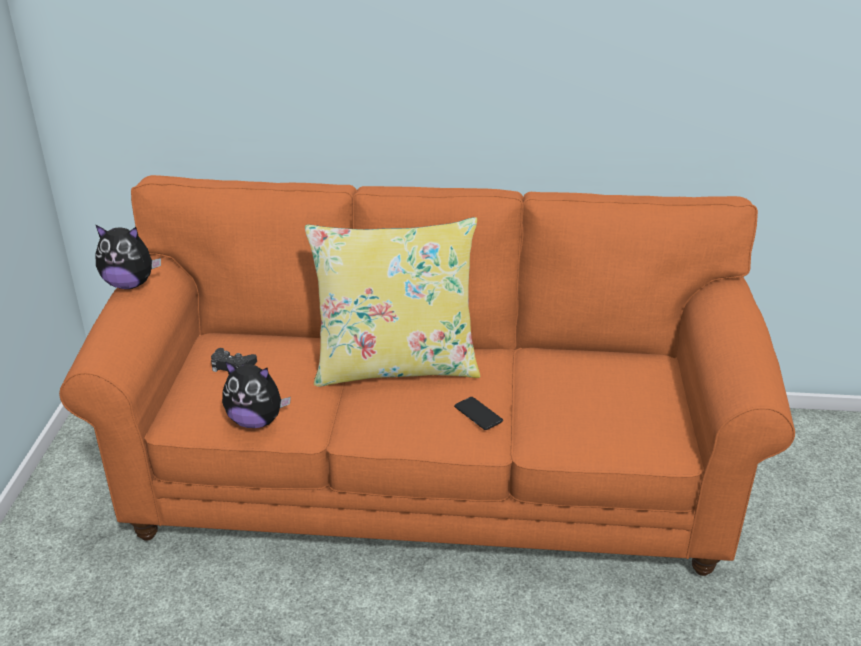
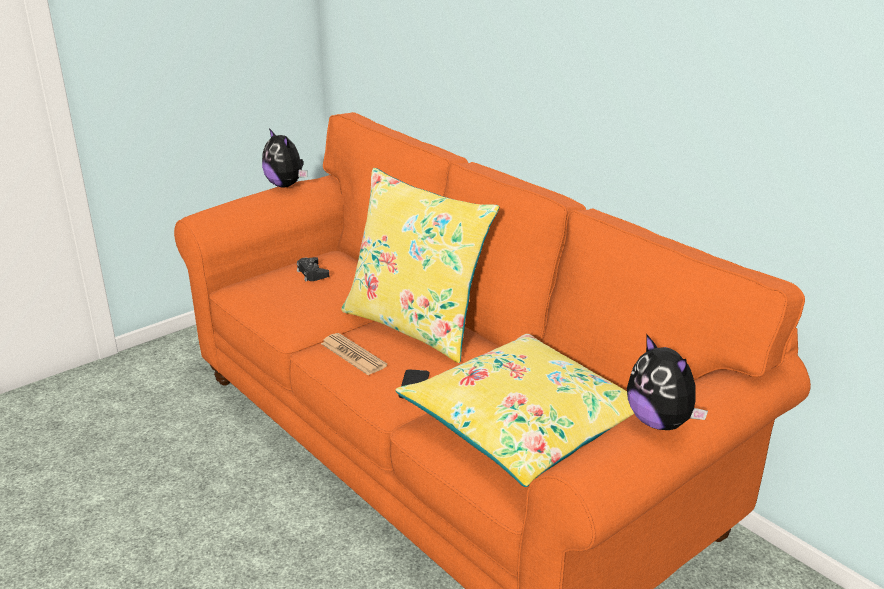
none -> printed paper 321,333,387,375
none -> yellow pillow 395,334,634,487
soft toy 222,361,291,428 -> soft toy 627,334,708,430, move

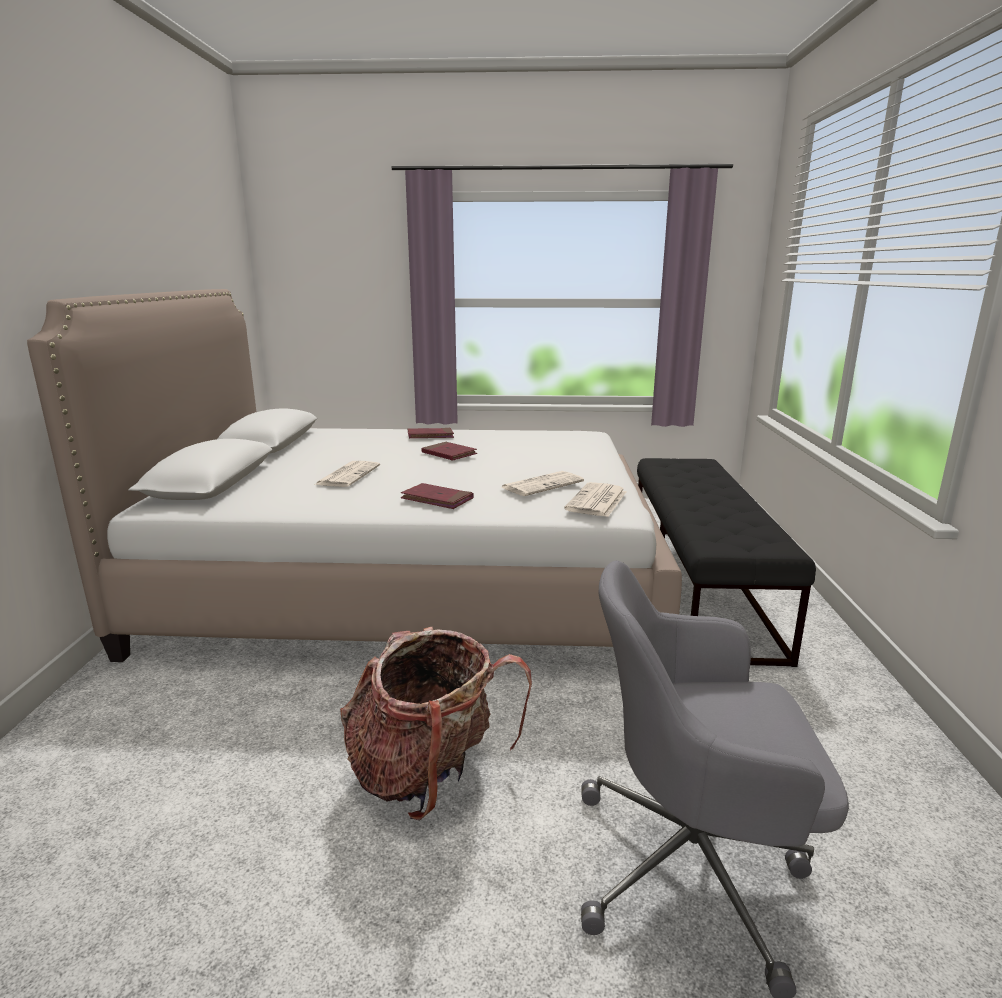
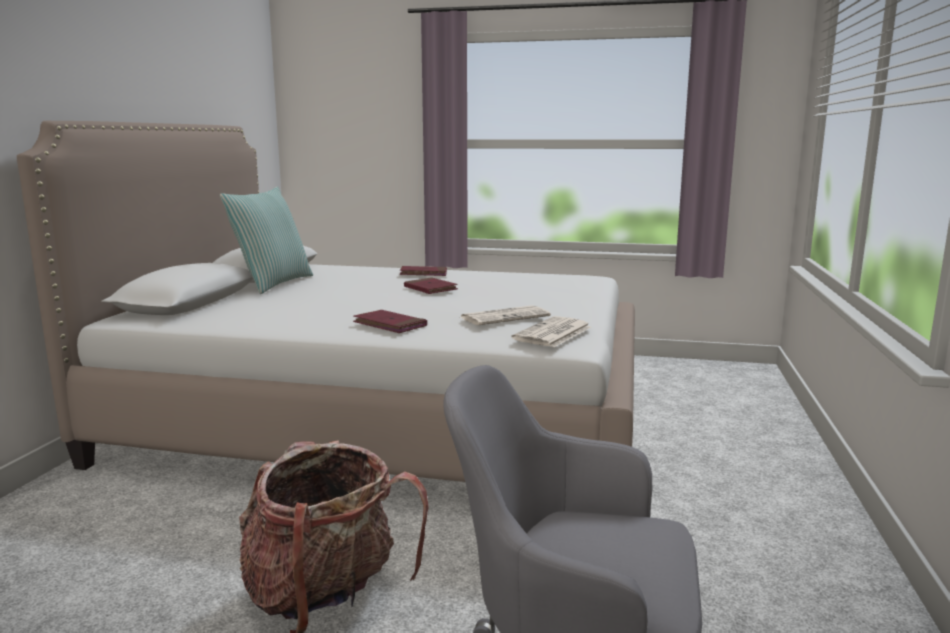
none -> pillow 220,187,313,294
printed paper 314,461,380,487 -> none
blackish bench 637,458,816,667 -> none

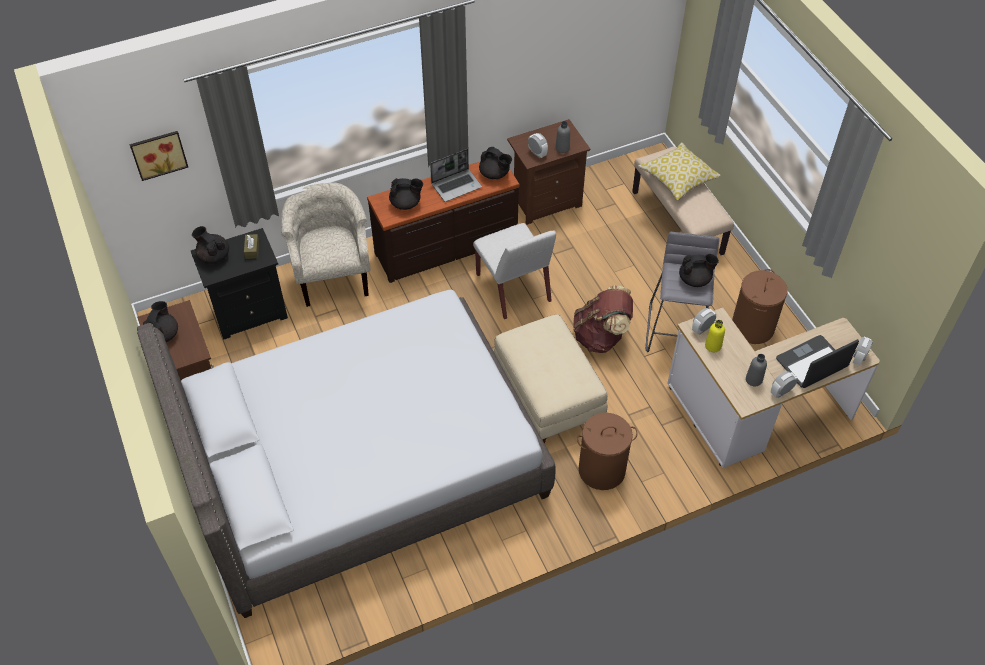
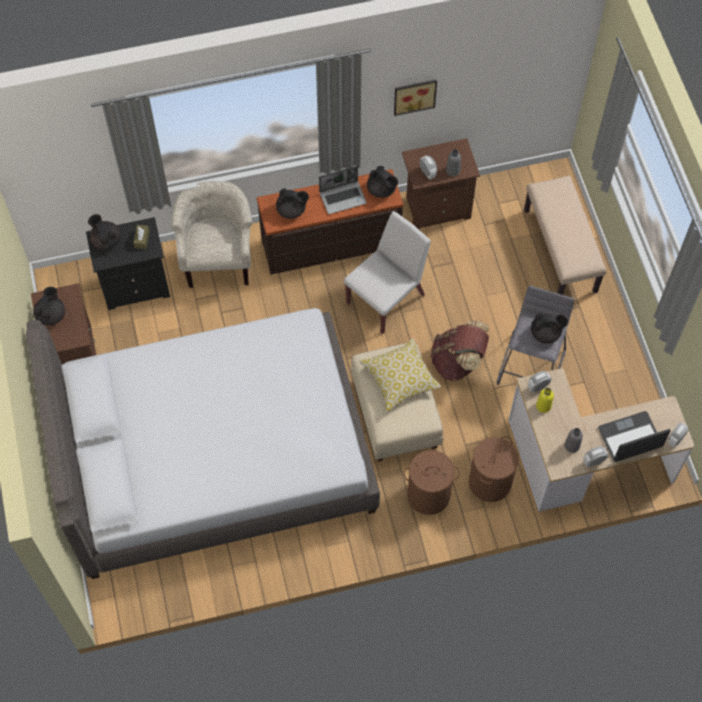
white upright chair 473,223,556,319 -> white upright chair 344,211,431,334, 120 degrees counterclockwise
pillow 638,142,721,201 -> pillow 359,338,441,411, move
wall art 129,131,188,181 -> wall art 394,80,437,116, move
brown laundry basket 732,269,788,344 -> brown laundry basket 469,436,518,502, move

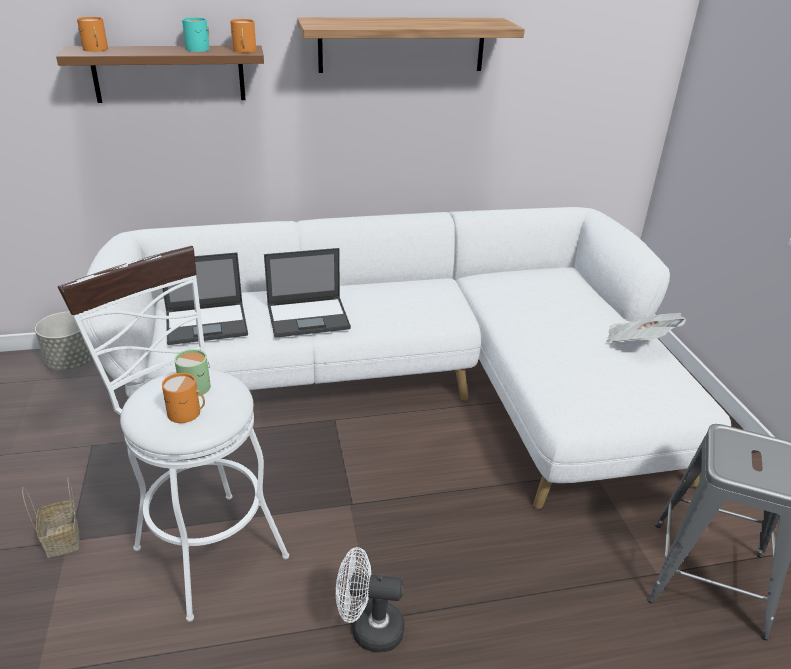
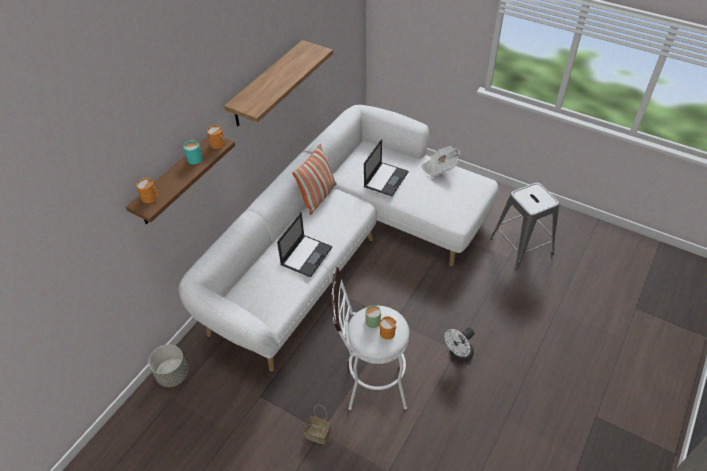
none -> pillow 292,144,337,215
laptop 162,252,248,345 -> laptop 364,139,409,196, move

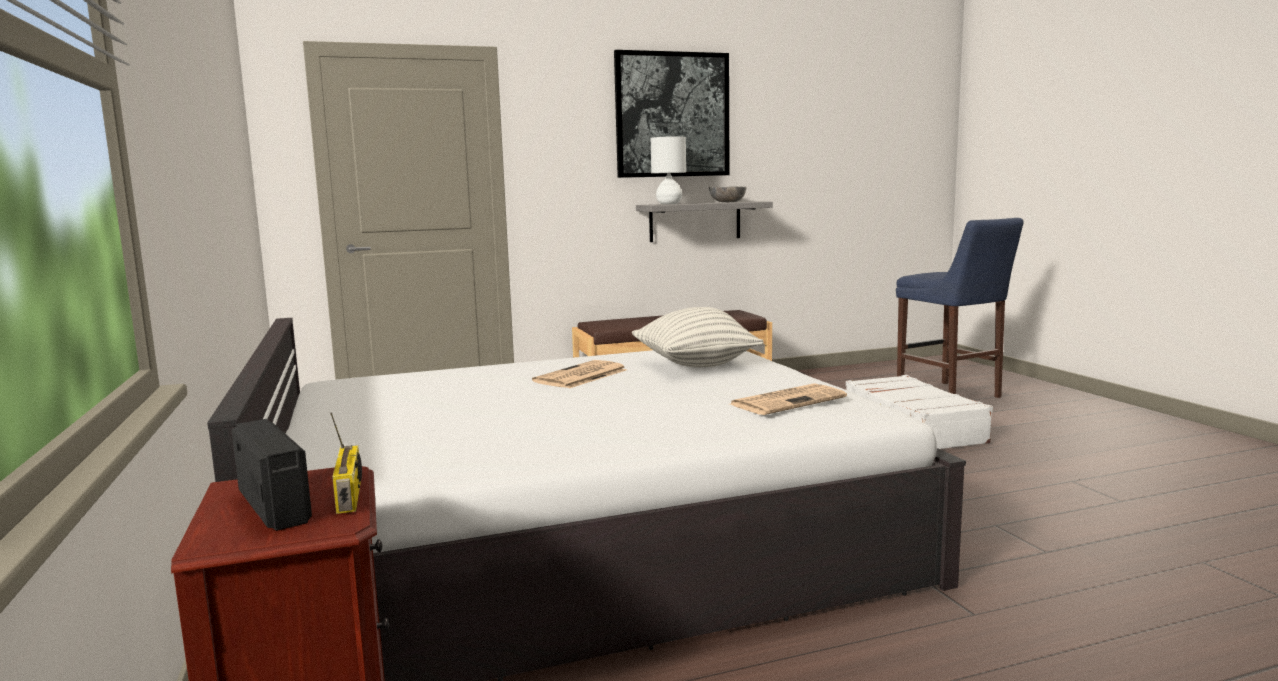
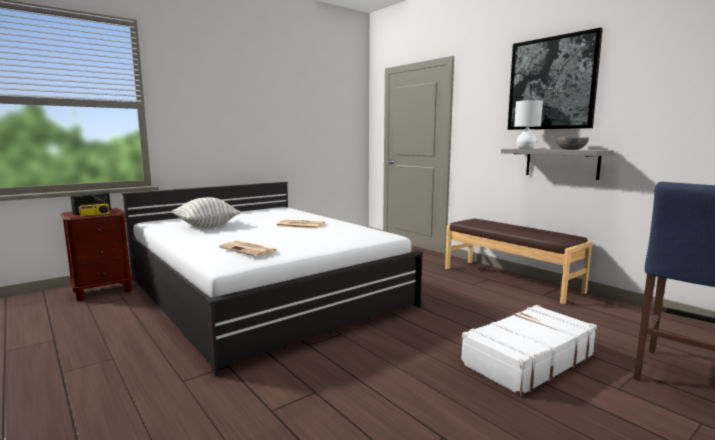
pillow 632,307,764,367 -> pillow 172,197,240,228, move

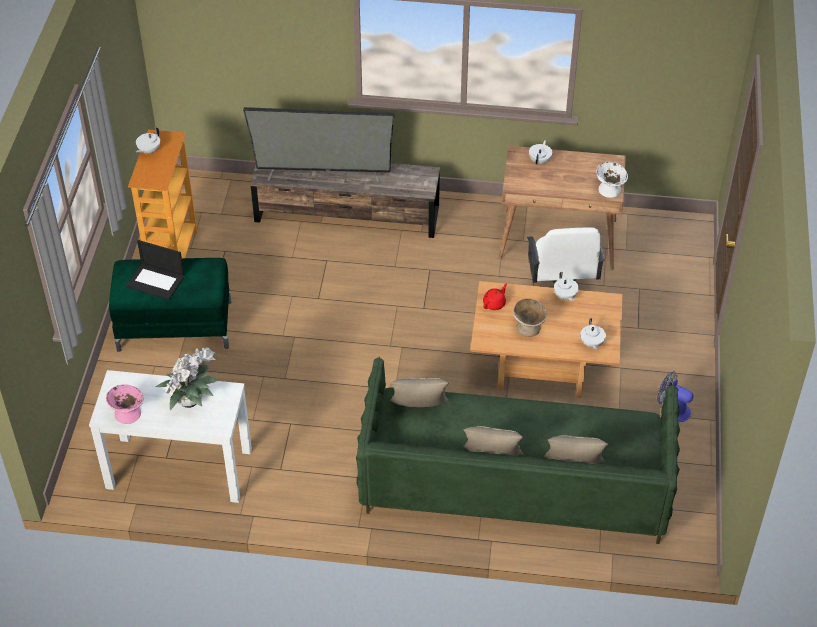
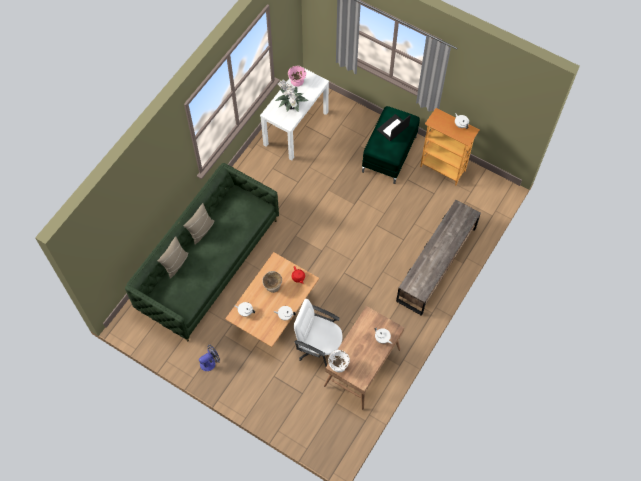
TV 243,107,394,184 -> none
beige pillow 390,378,449,407 -> none

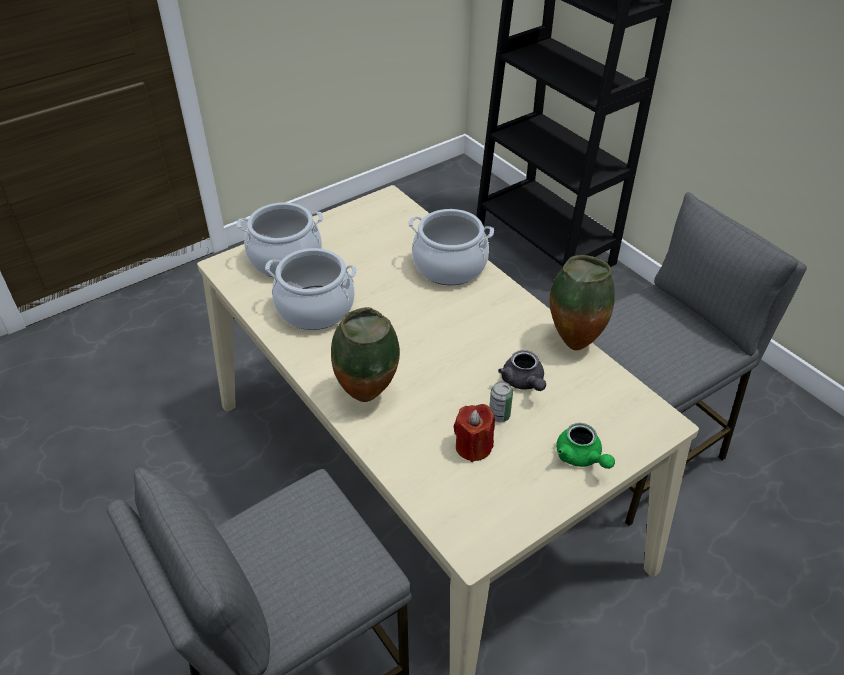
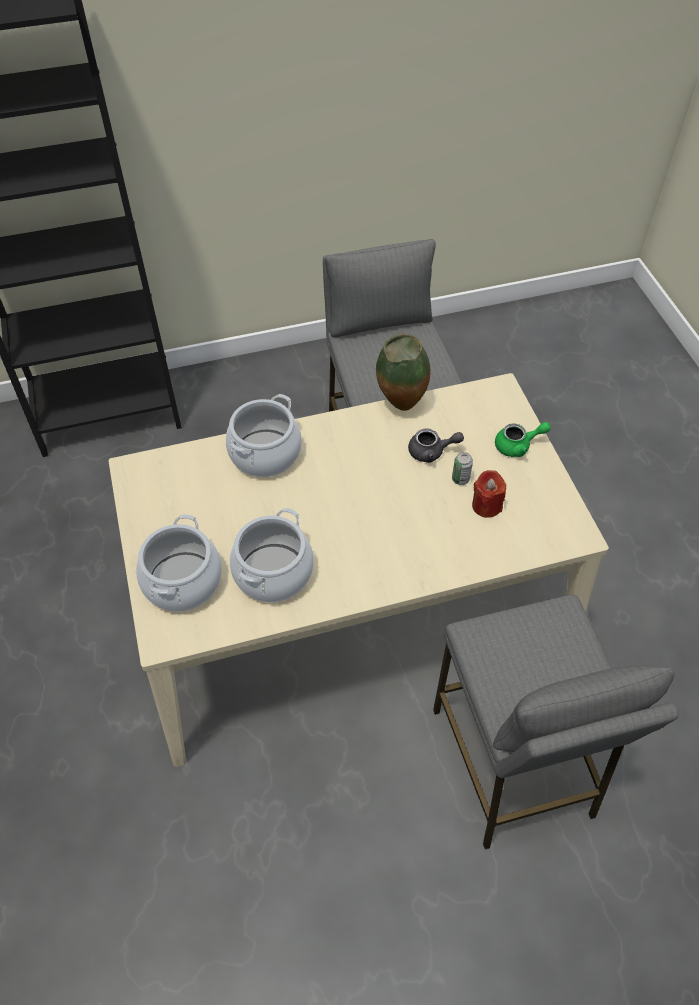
flower vase 331,307,400,402 -> none

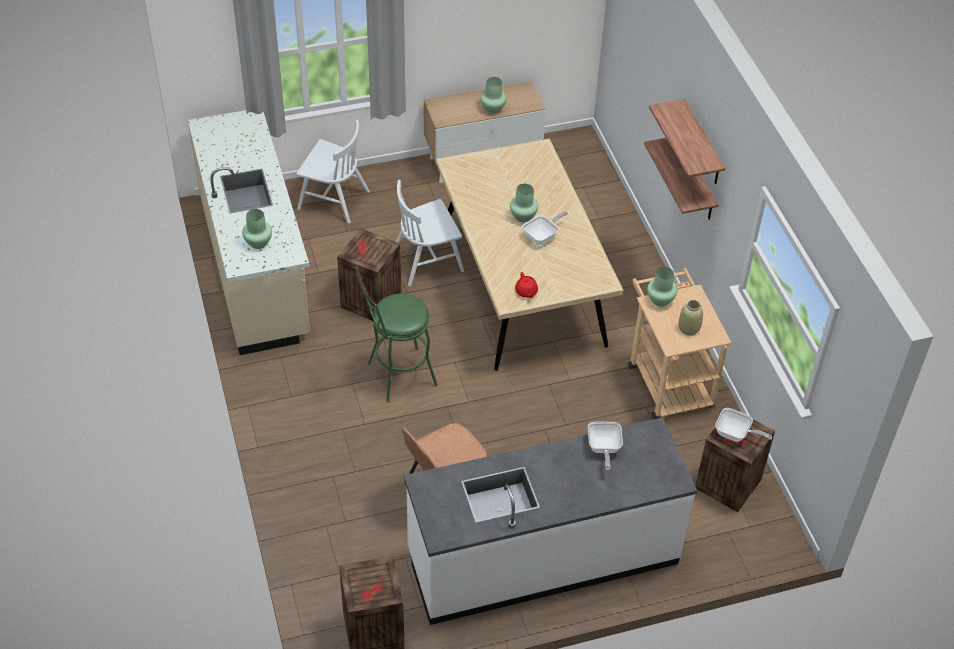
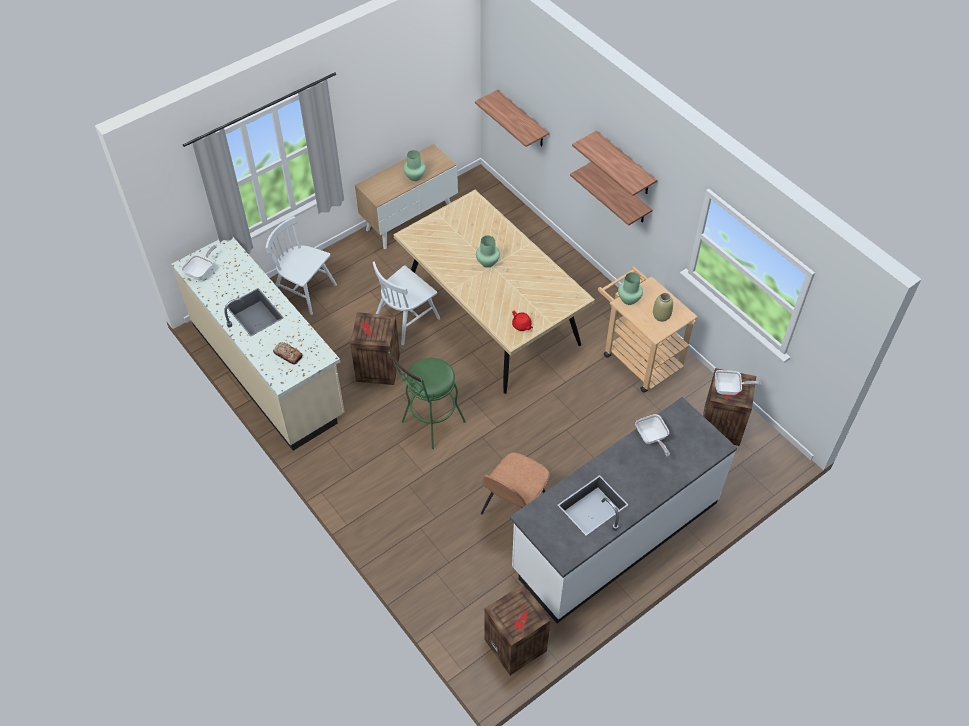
pan 522,211,568,245 -> pan 181,245,217,280, move
white upright chair 297,120,370,224 -> white upright chair 266,216,337,315, 150 degrees counterclockwise
green flower vase 242,209,272,249 -> bakery bread 273,342,303,365
none -> shelf 475,90,549,147

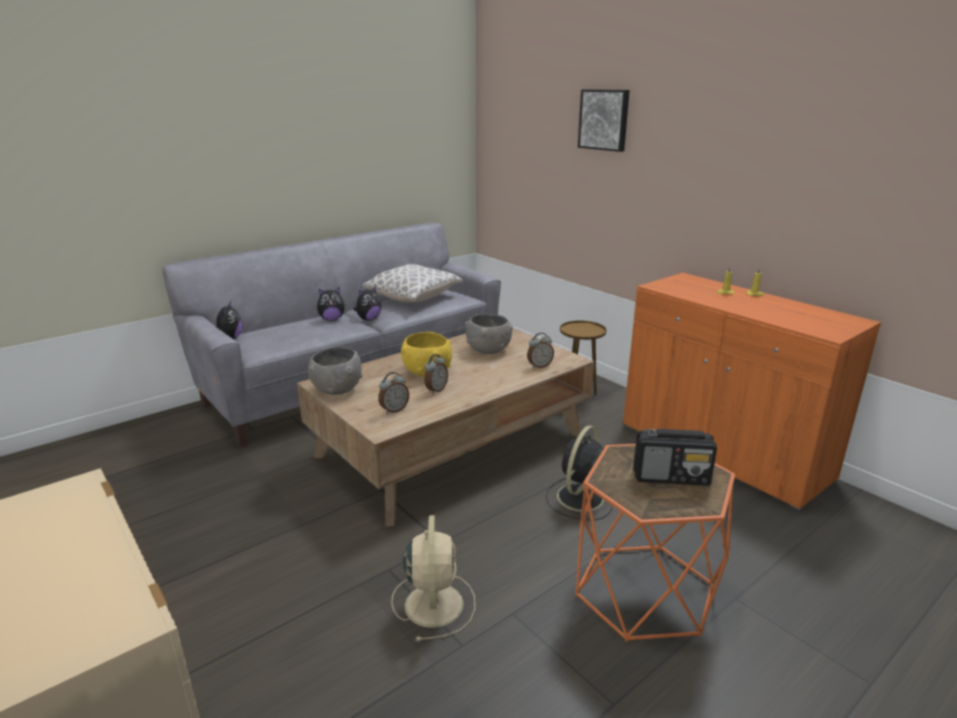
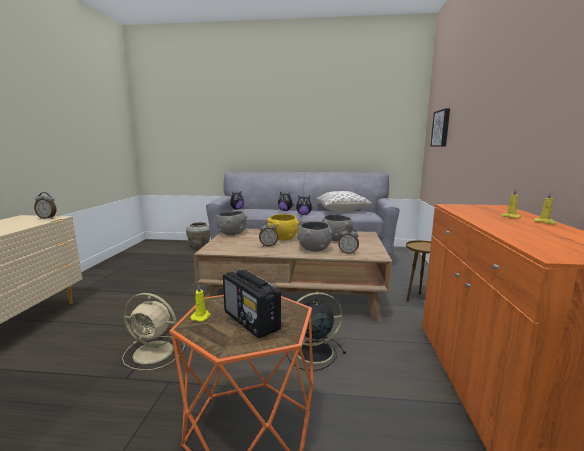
table clock 378,372,409,414 -> table clock 34,192,57,219, move
beige electric fan 391,515,475,641 -> beige electric fan 122,293,185,370, 60 degrees clockwise
none -> beige flower vase 186,222,210,248
none -> yellow wax light 191,284,211,322
none -> greyish deep dish 297,222,333,252
wall art 578,89,630,152 -> wall art 430,108,450,147, move

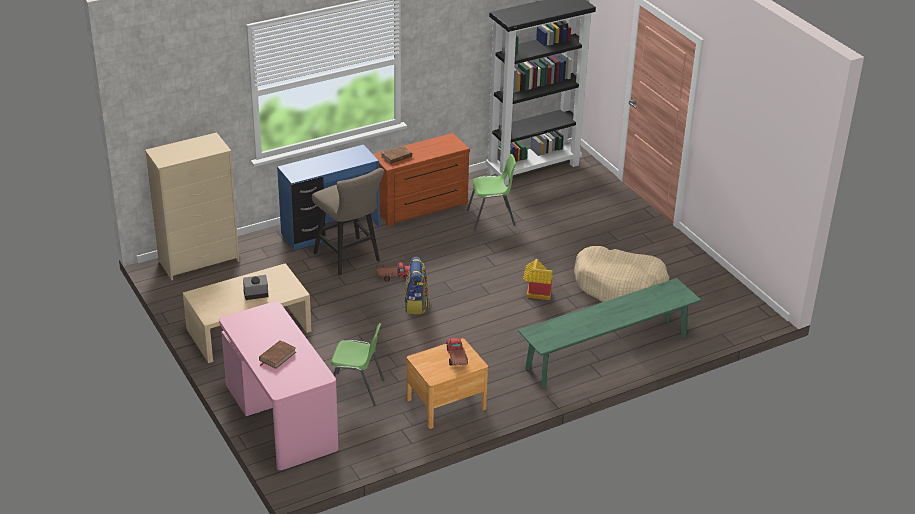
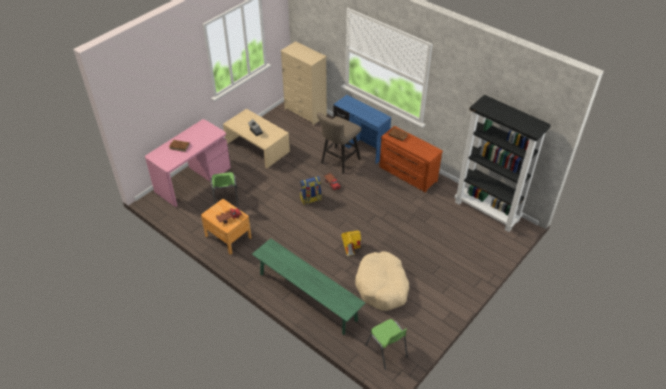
green upright chair 467,154,516,230 -> green upright chair 366,319,408,370, move

